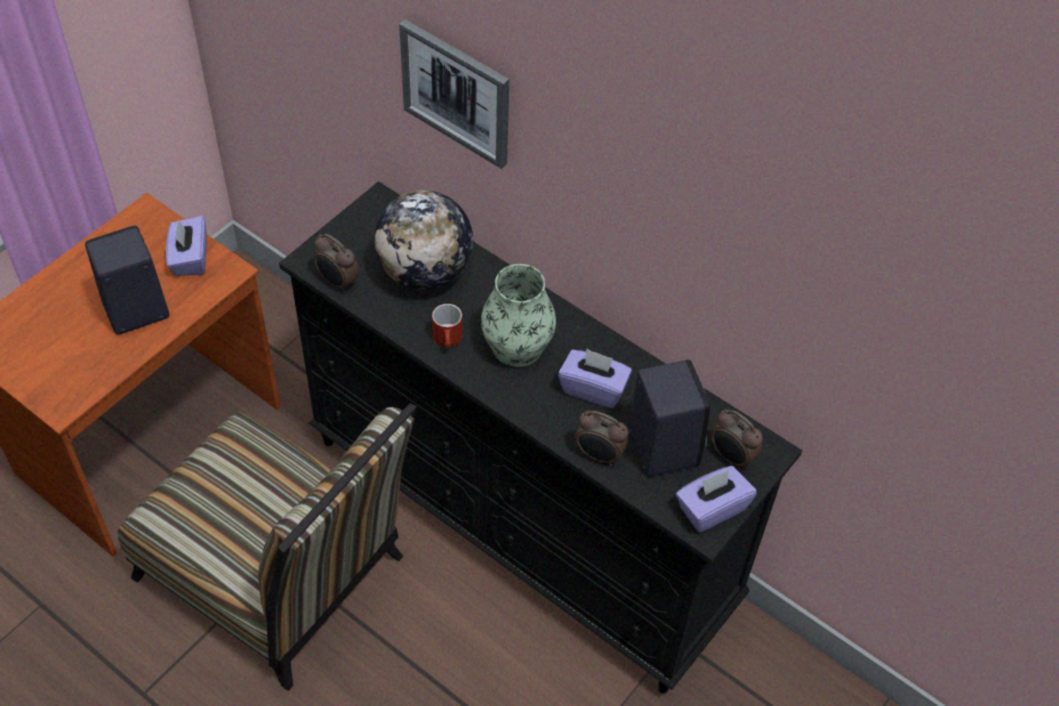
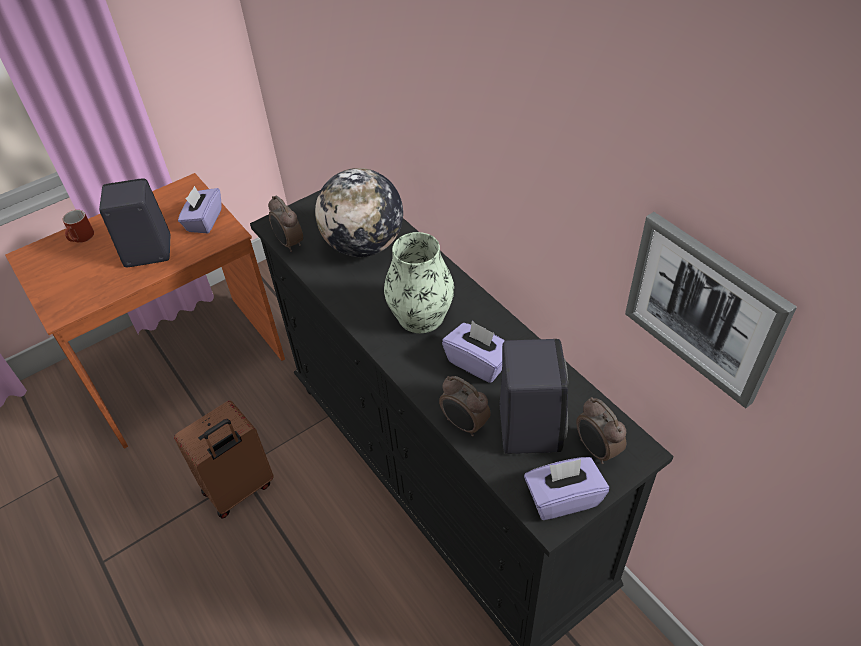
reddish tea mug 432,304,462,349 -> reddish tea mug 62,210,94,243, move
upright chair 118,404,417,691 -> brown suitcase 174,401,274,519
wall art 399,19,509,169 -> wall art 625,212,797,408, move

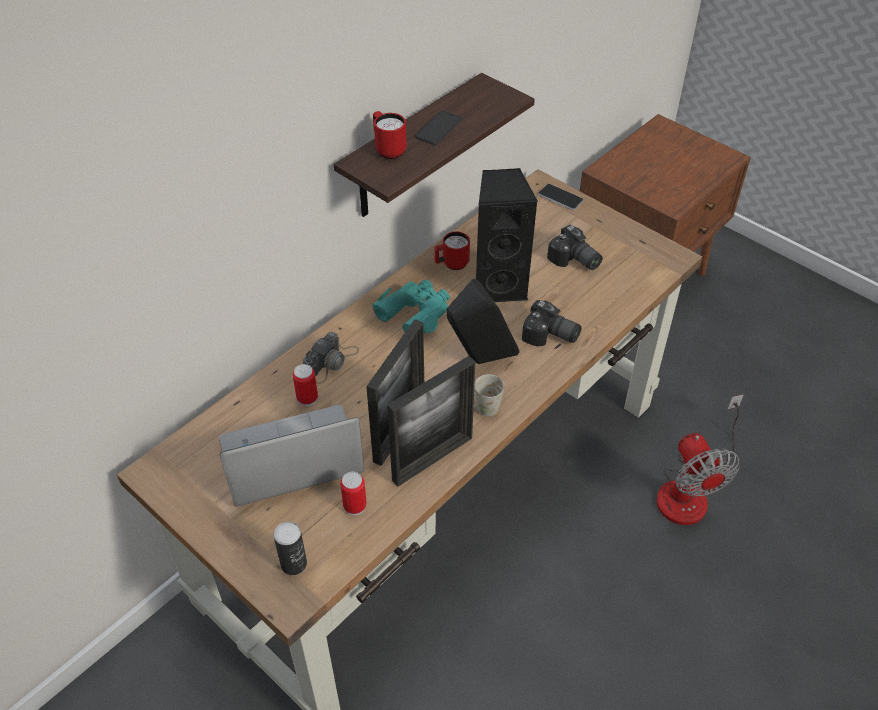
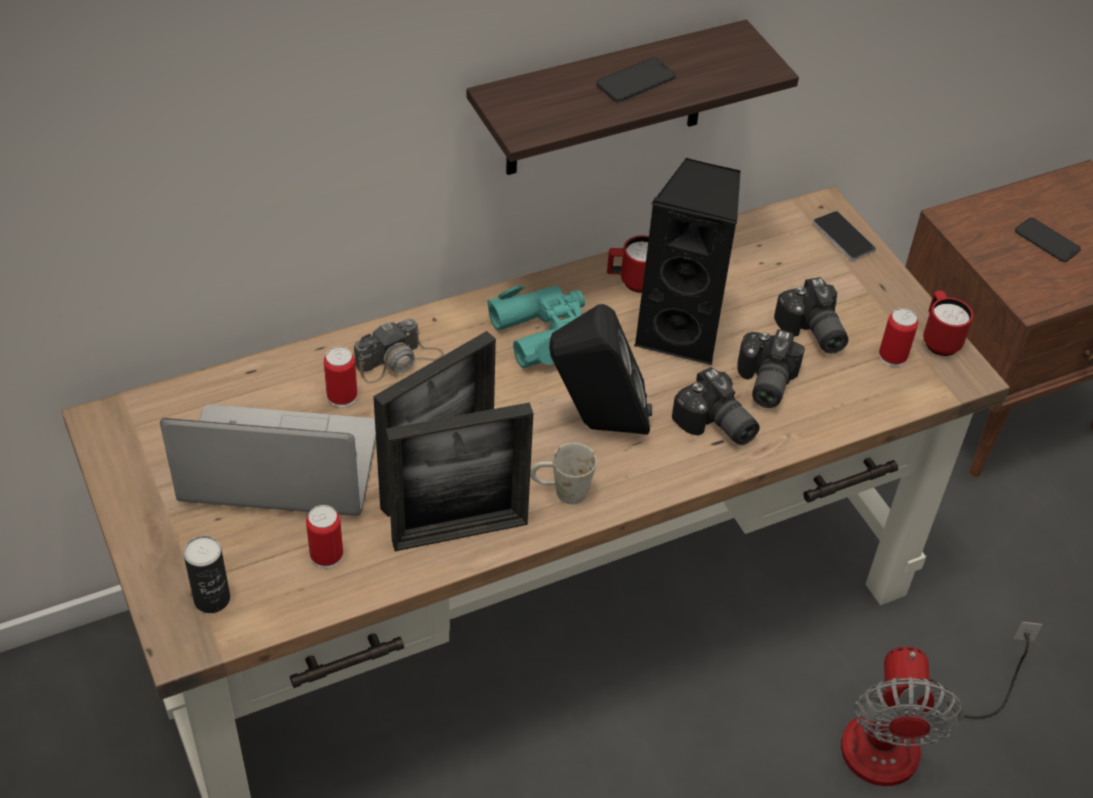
none -> still camera 737,330,805,408
none -> can 879,308,918,367
reddish tea mug 373,111,407,159 -> reddish tea mug 923,291,973,356, move
none -> phone 1015,218,1081,262

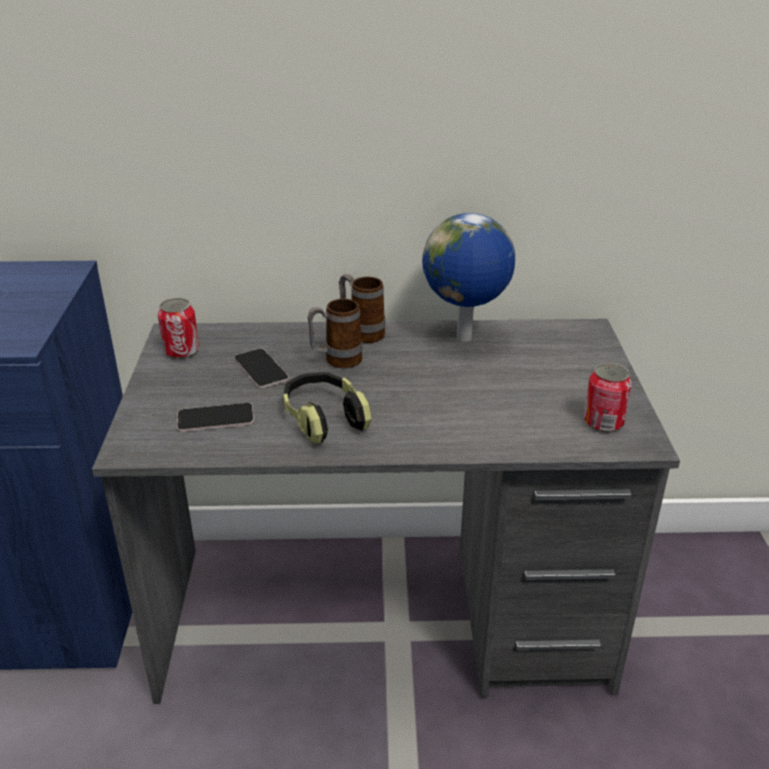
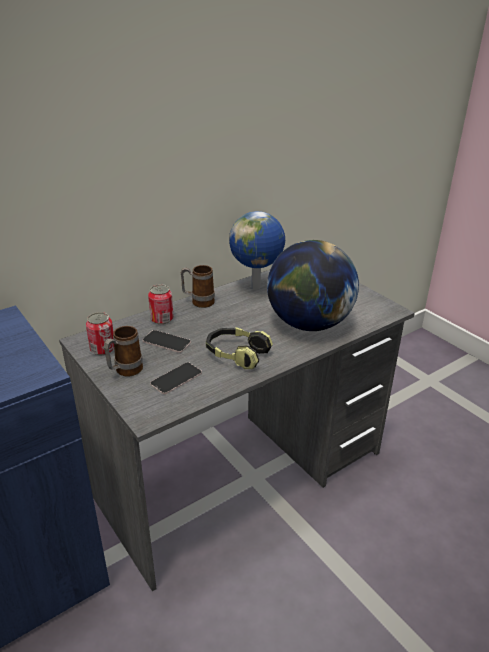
tea mug 307,299,363,368 -> tea mug 104,326,143,377, move
can 584,363,632,432 -> can 148,284,173,324, move
none -> globe 267,240,359,331

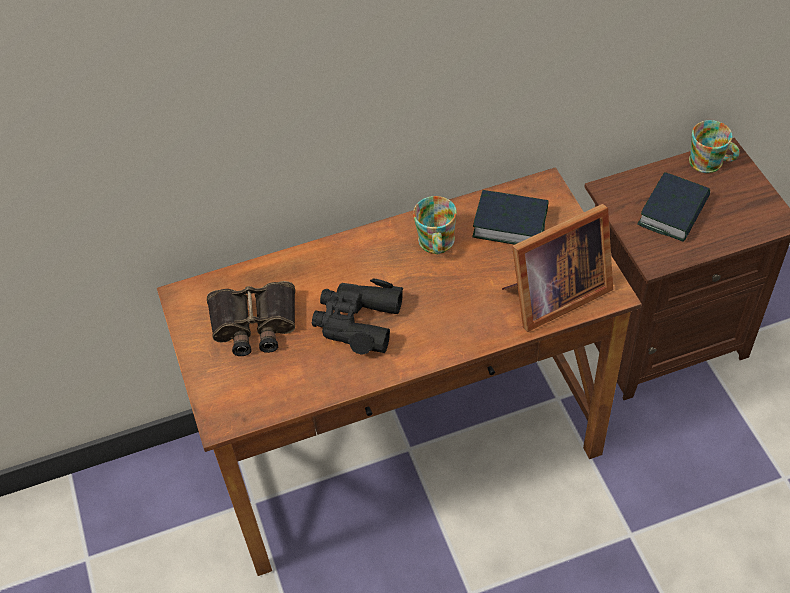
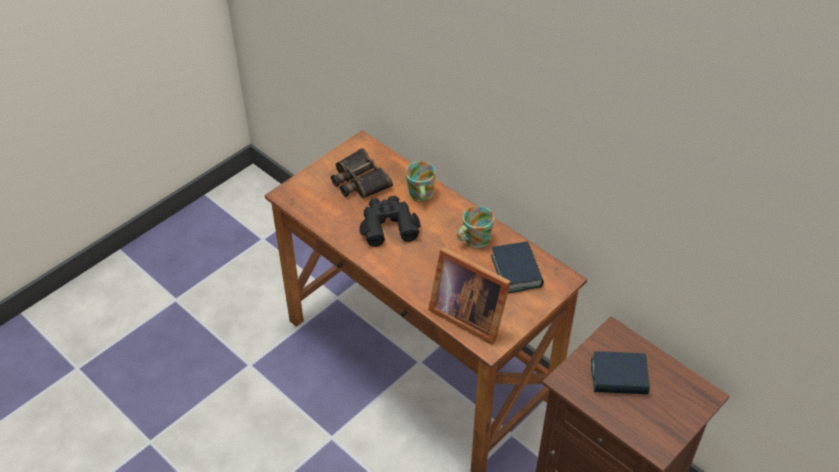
tea mug 689,120,740,173 -> tea mug 405,161,436,202, move

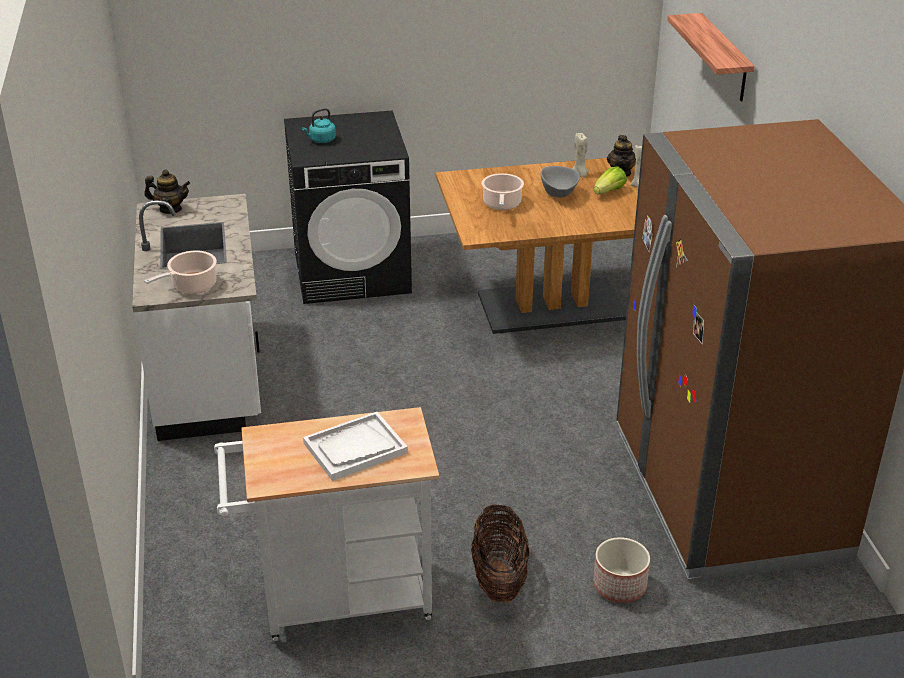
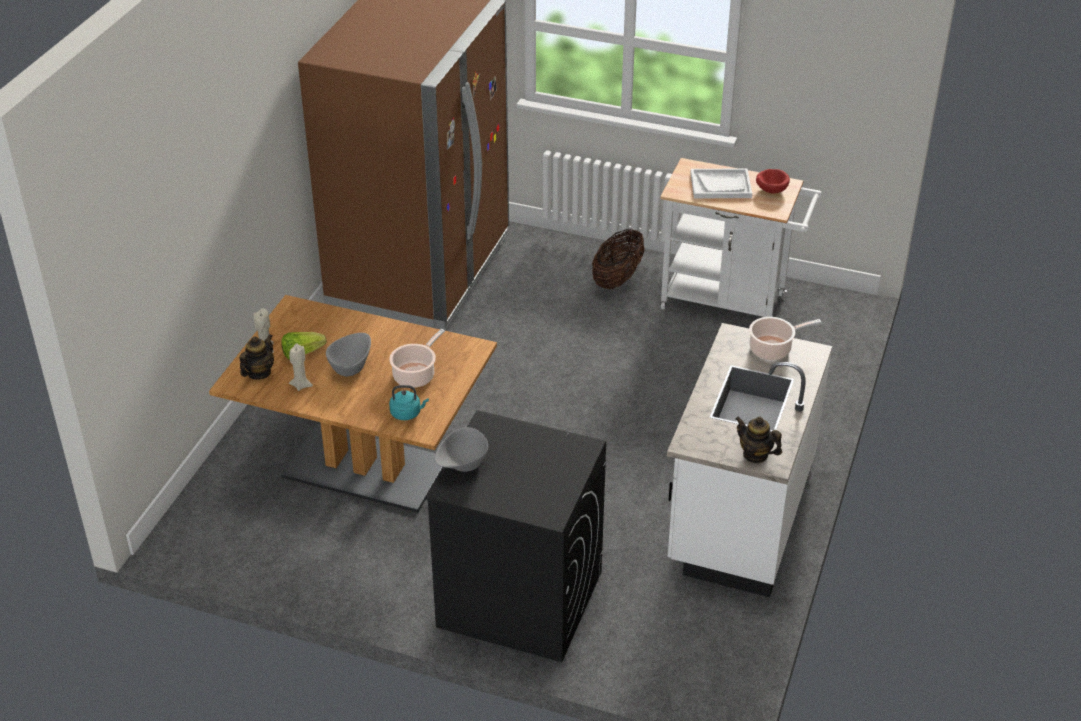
blue-green tea kettle 302,108,336,143 -> blue-green tea kettle 389,385,429,420, move
none -> greyish deep dish 435,427,488,472
none -> reddish deep dish 756,169,790,193
flower pot 593,537,650,603 -> none
shelf 667,13,755,101 -> none

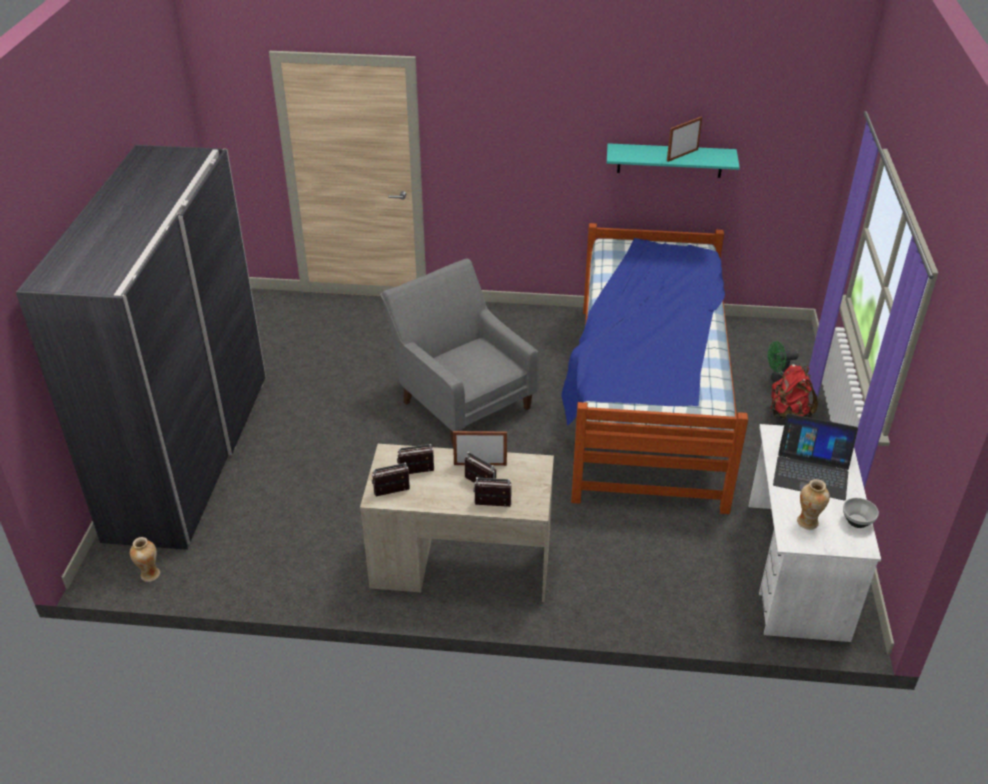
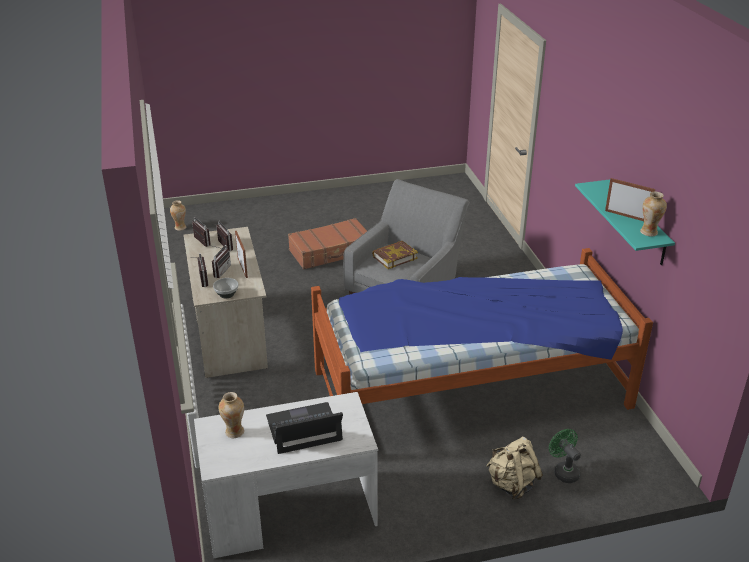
deep dish 843,498,879,528 -> deep dish 213,278,238,298, move
laptop 773,414,858,501 -> laptop 266,402,343,454, 75 degrees clockwise
none -> brown suitcase 288,218,367,270
none -> volume 372,241,418,269
reddish backpack 770,364,818,419 -> beige backpack 486,437,543,499
none -> flower vase 640,191,667,236
greyish wardrobe 16,145,266,550 -> none

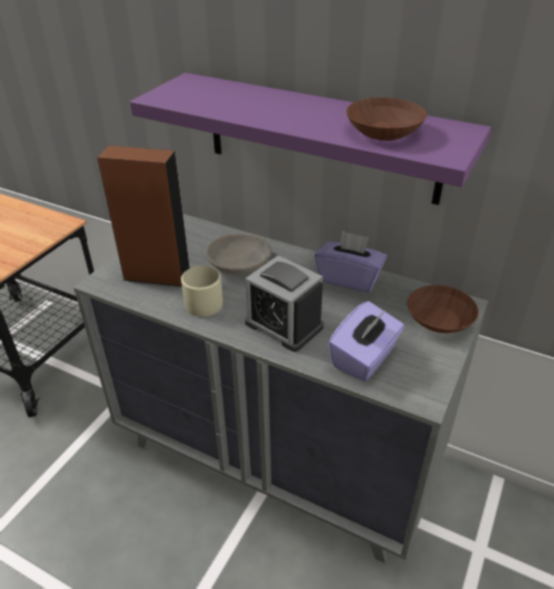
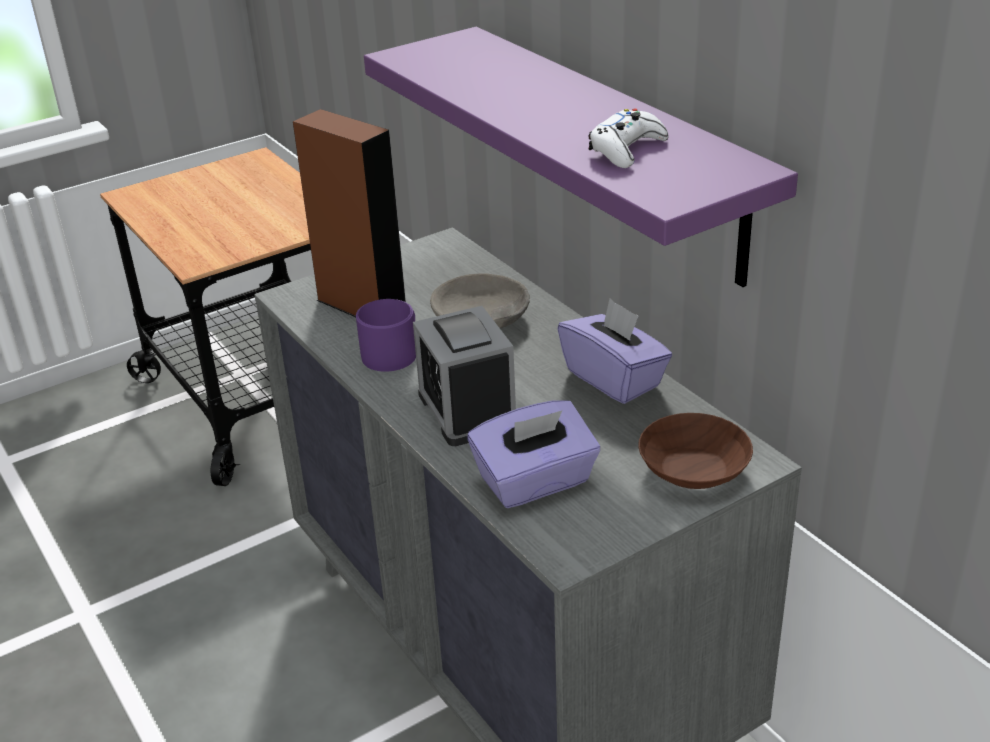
beige tea mug 181,266,223,317 -> purple-coloured tea mug 356,299,416,372
brown deep dish 346,97,427,141 -> white joypad 588,108,668,168

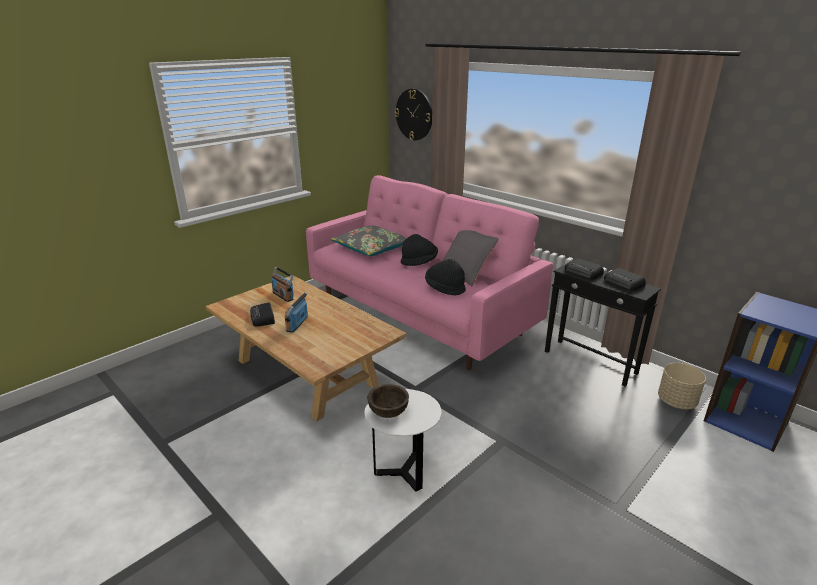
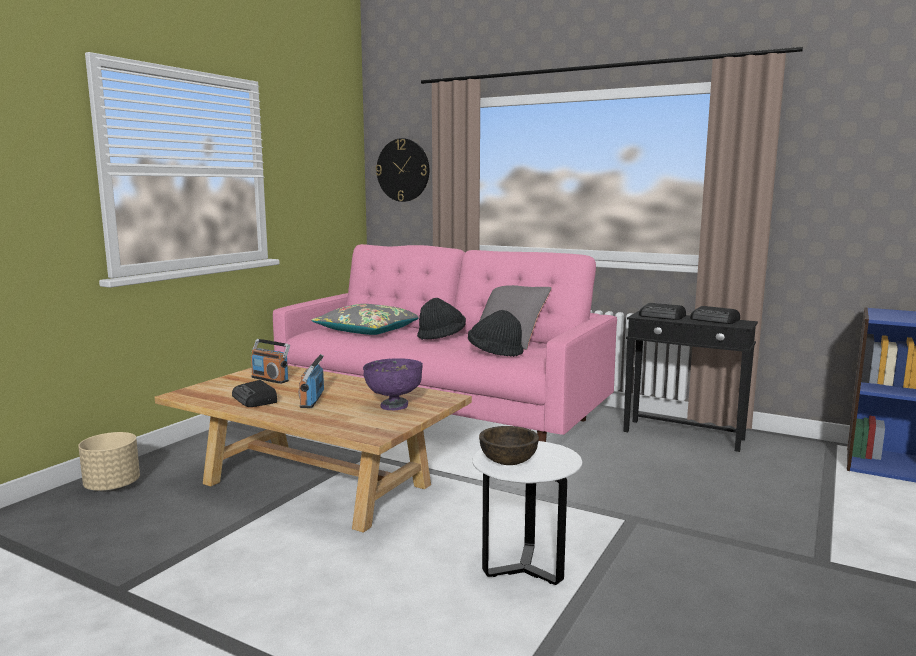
beige flower pot 658,363,706,409 -> beige flower pot 78,432,140,492, move
none -> purple-coloured deep dish 363,358,423,410

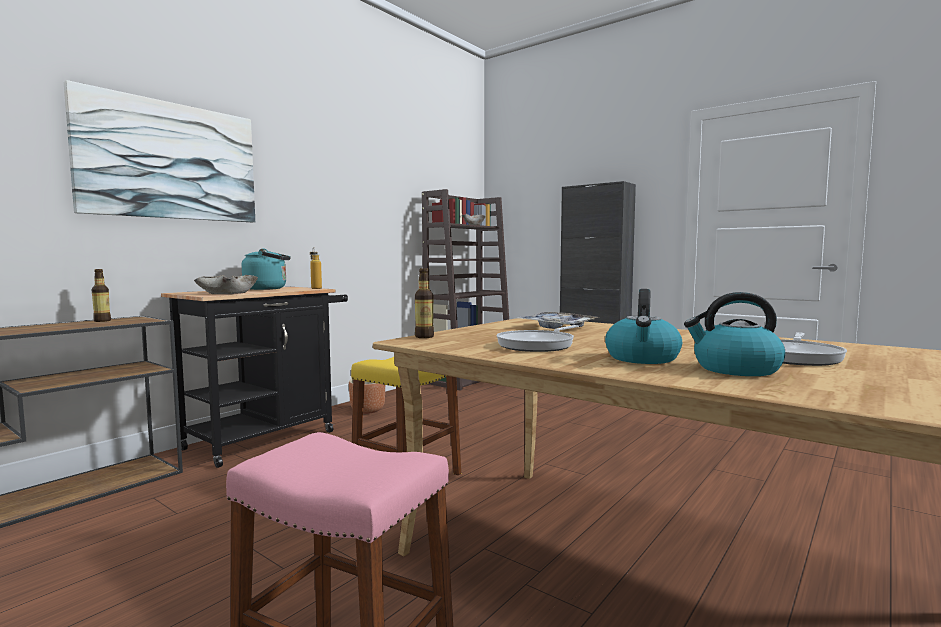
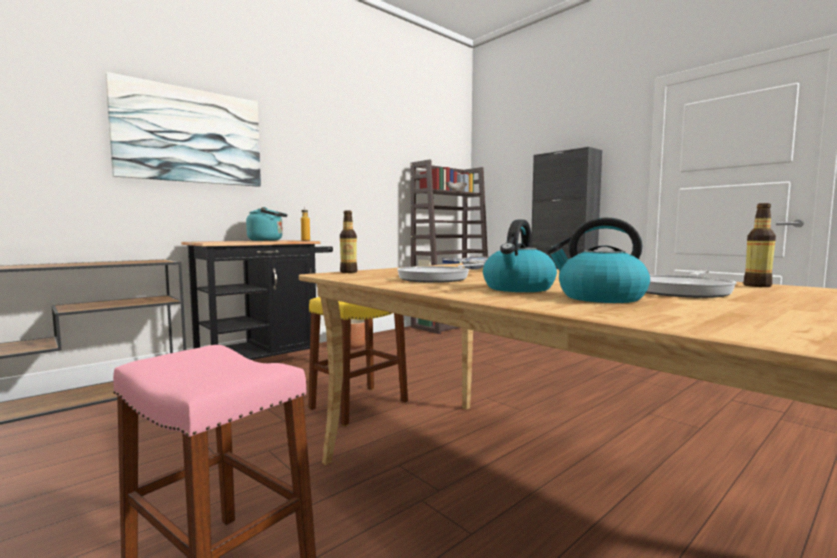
drink bottle 91,269,111,322 -> drink bottle 743,203,776,287, move
beige deep dish 194,275,258,294 -> none

